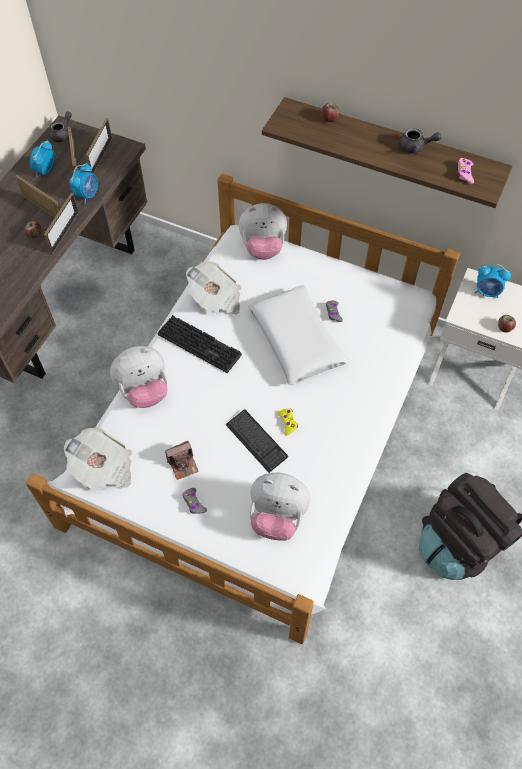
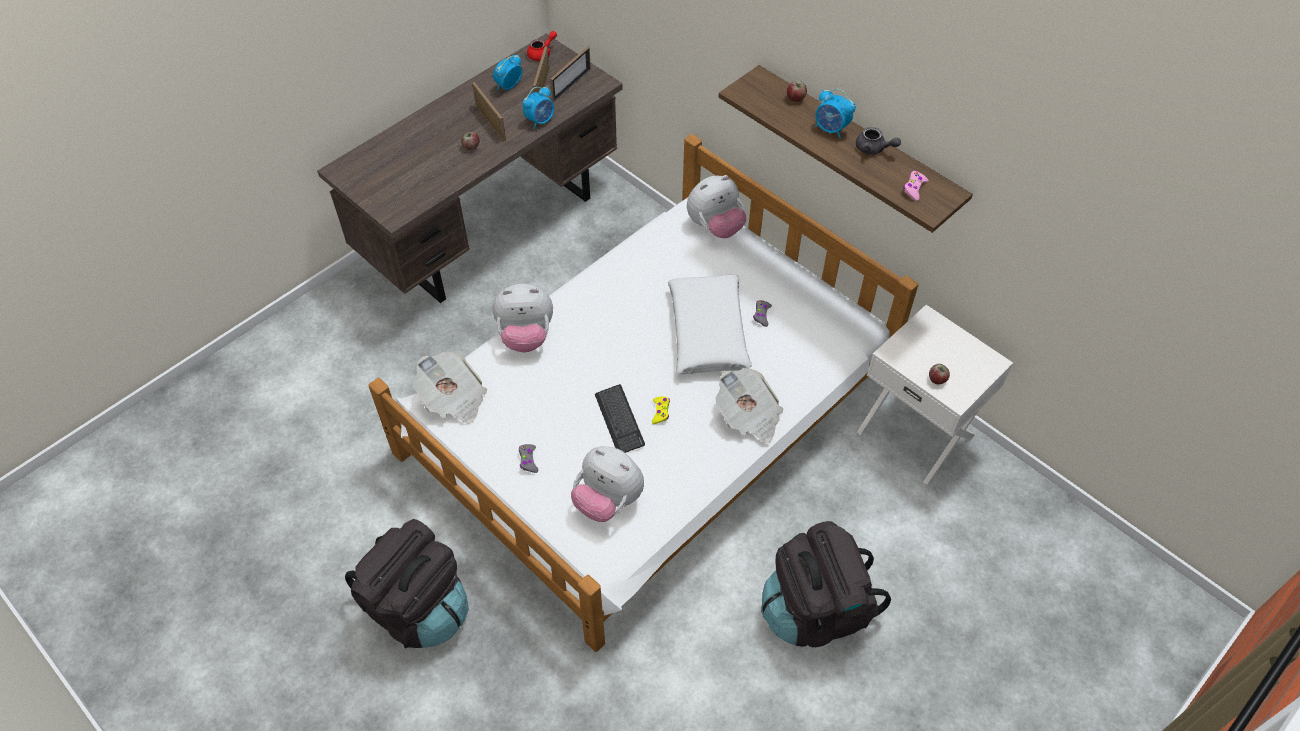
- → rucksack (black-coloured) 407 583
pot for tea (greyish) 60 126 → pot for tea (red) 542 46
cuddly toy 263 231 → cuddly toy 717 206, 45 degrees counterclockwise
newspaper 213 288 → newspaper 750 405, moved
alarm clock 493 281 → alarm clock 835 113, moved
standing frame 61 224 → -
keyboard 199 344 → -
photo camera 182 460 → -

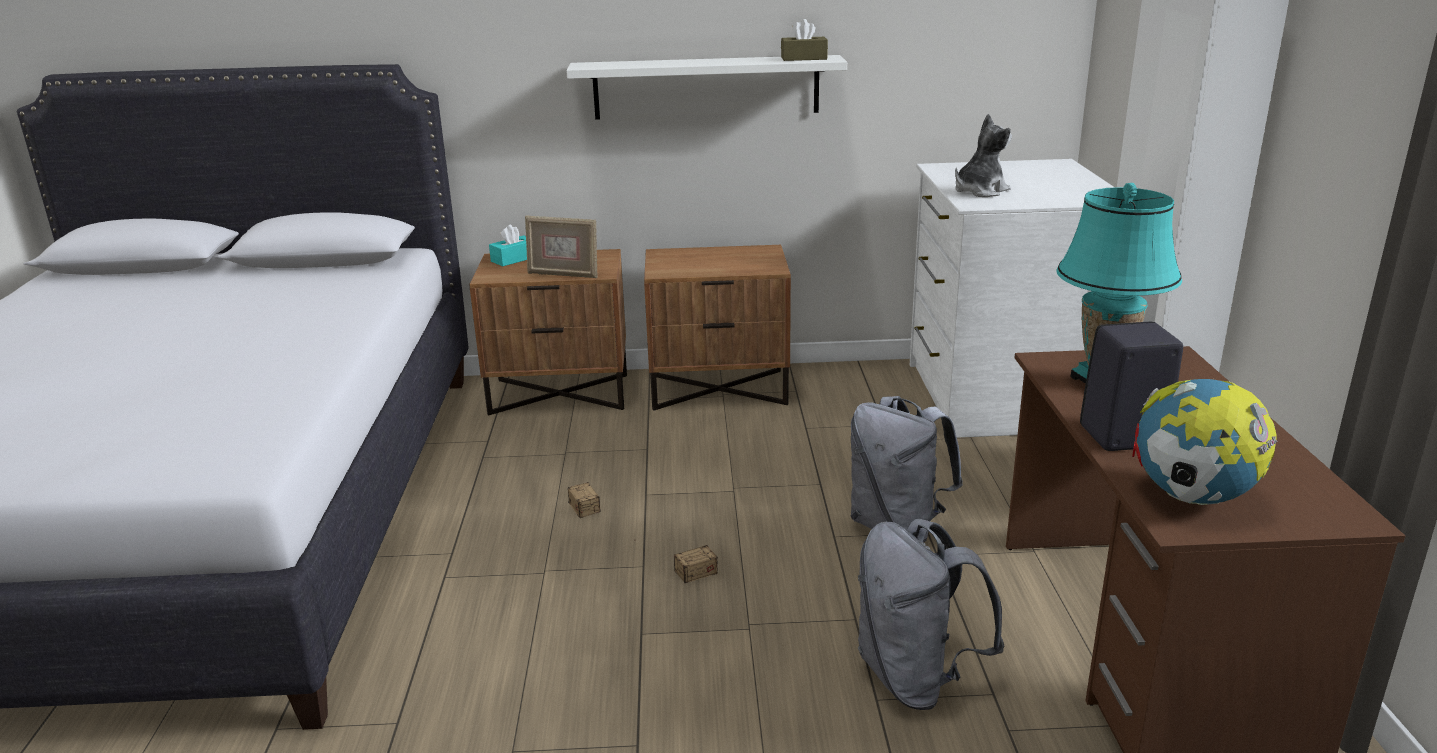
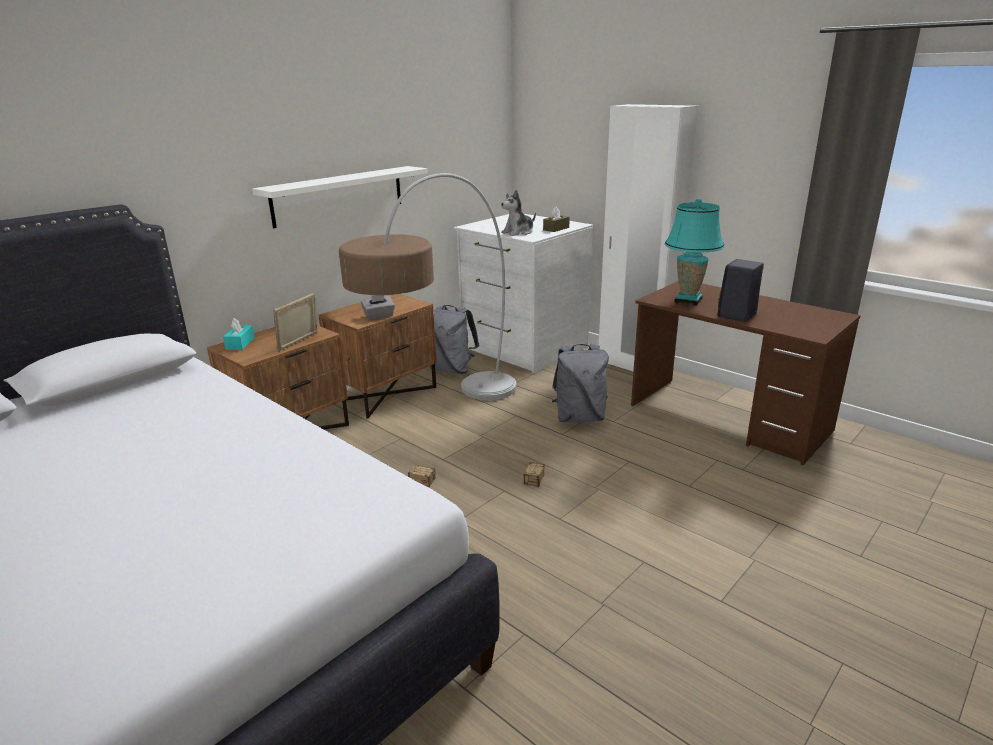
standing frame 561 247 → standing frame 295 322, 150 degrees clockwise
- → standard lamp 427 287
- → tissue holder (greyish) 378 307
rucksack (greyish) 931 614 → rucksack (greyish) 454 339, moved
cuddly toy 983 155 → cuddly toy 518 213, 135 degrees counterclockwise
tissue holder (brownish) 804 40 → tissue holder (brownish) 556 219, moved
world globe 1205 442 → -

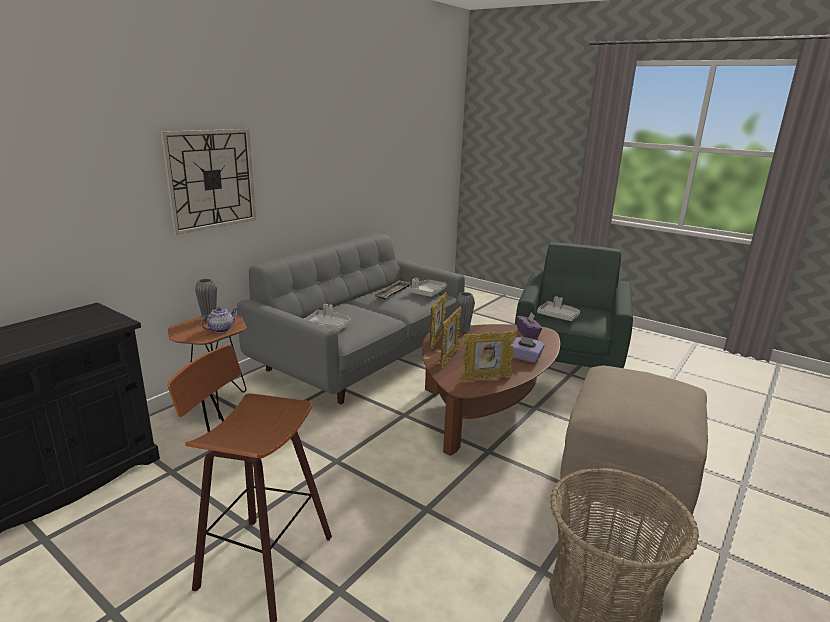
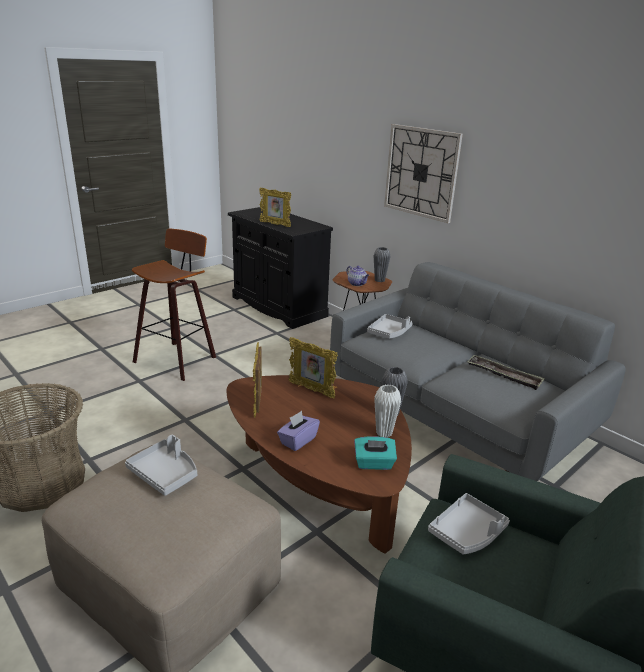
serving tray (greyish) 427 287 → serving tray (greyish) 161 465, moved
standing frame 438 320 → standing frame 275 207, moved
tissue holder (purple-coloured) 529 325 → tissue holder (turquoise-coloured) 375 453
- → decorative vase (white) 387 411

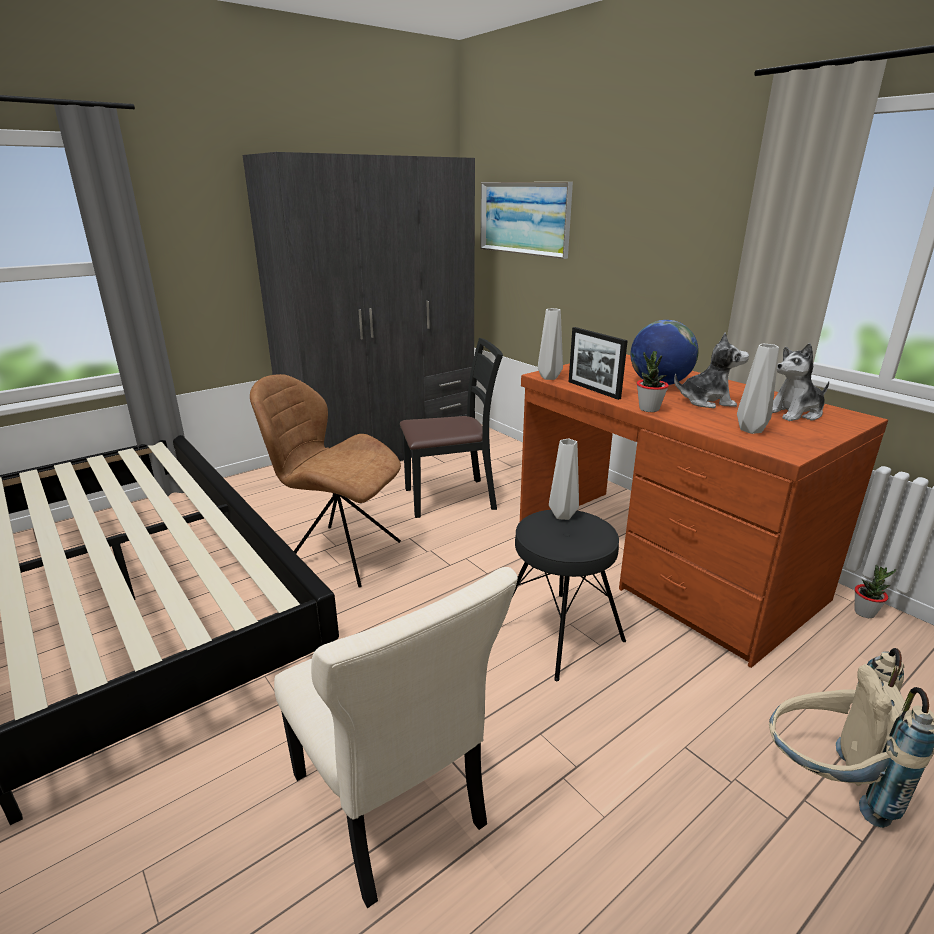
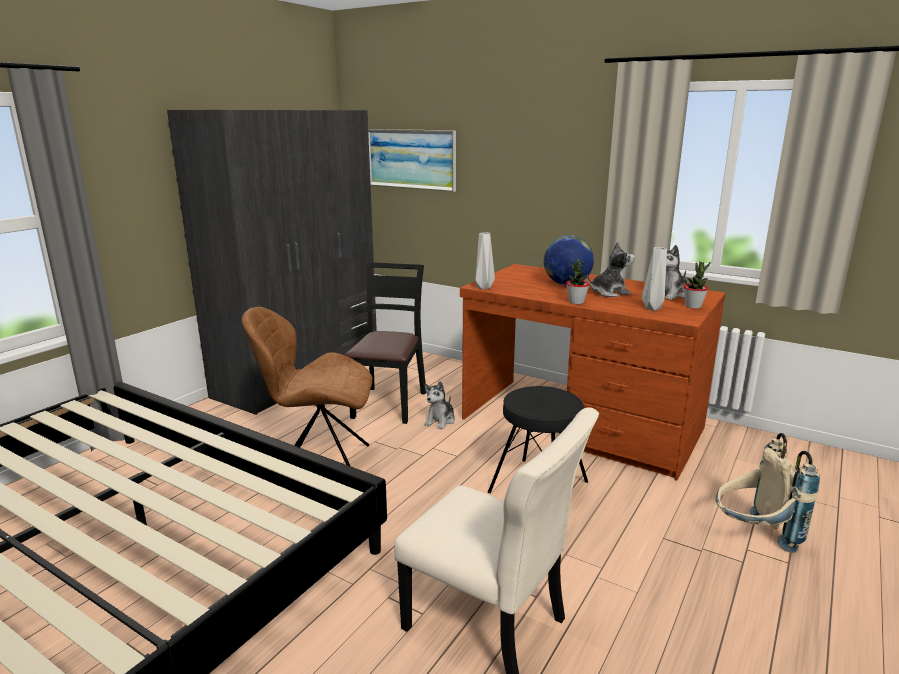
upright chair (black-coloured) 451 428 → upright chair (black-coloured) 385 343, 45 degrees counterclockwise
- → cuddly toy 439 405
plant in a pot 875 591 → plant in a pot 697 285, moved
decorative vase (greyish) 564 479 → -
standing frame 598 363 → -

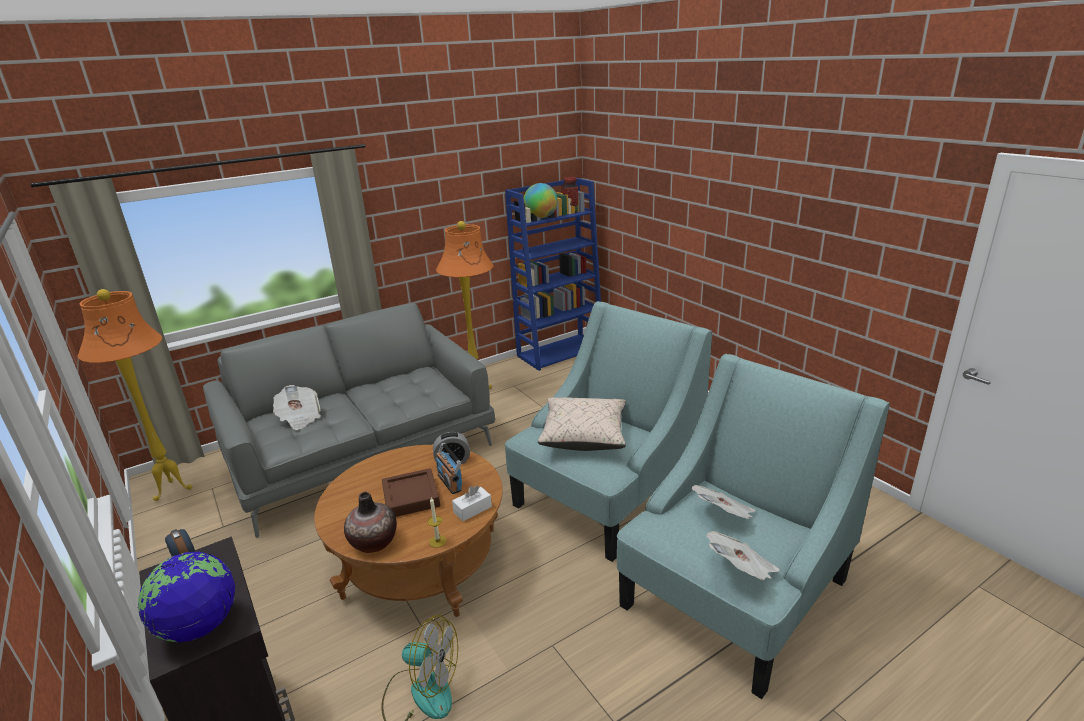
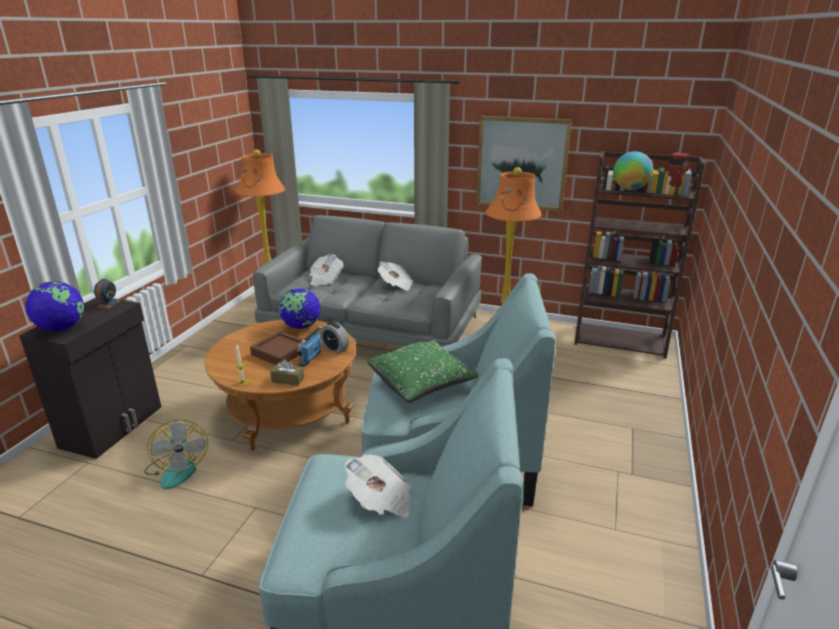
tissue holder (white) 472 503 → tissue holder (brownish) 287 372
- → world globe 299 308
throw pillow (beige-coloured) 582 424 → throw pillow (greenish) 423 371
newspaper 742 555 → newspaper 395 276, moved
- → picture 524 164
shelving unit (bluish) 553 274 → shelving unit (brownish) 639 254
decorative vase 370 522 → -

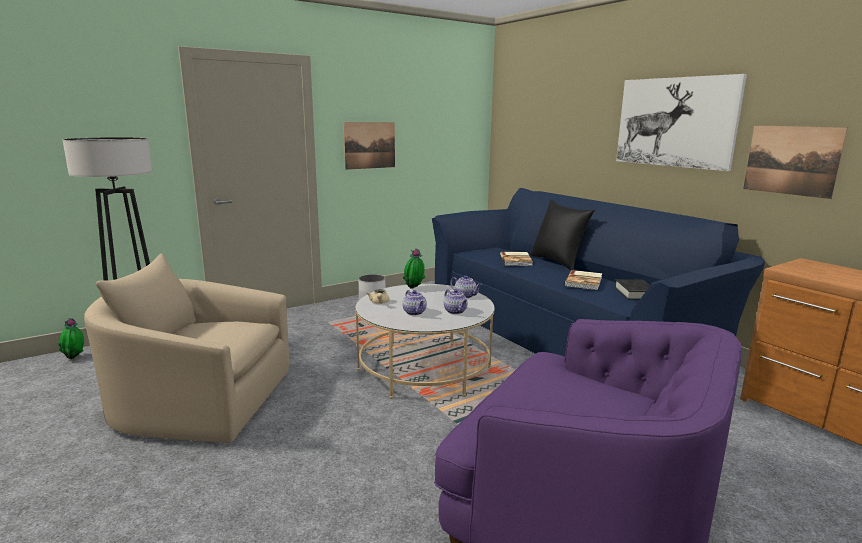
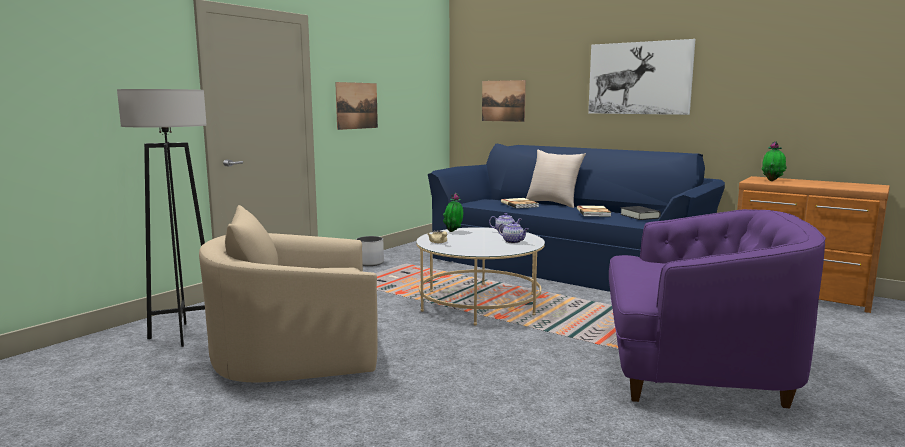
picture 795 162 → picture 504 101, moved
throw pillow (black-coloured) 563 235 → throw pillow (beige-coloured) 556 179
plant in a pot 70 338 → plant in a pot 774 161, moved
pot for tea 414 302 → -

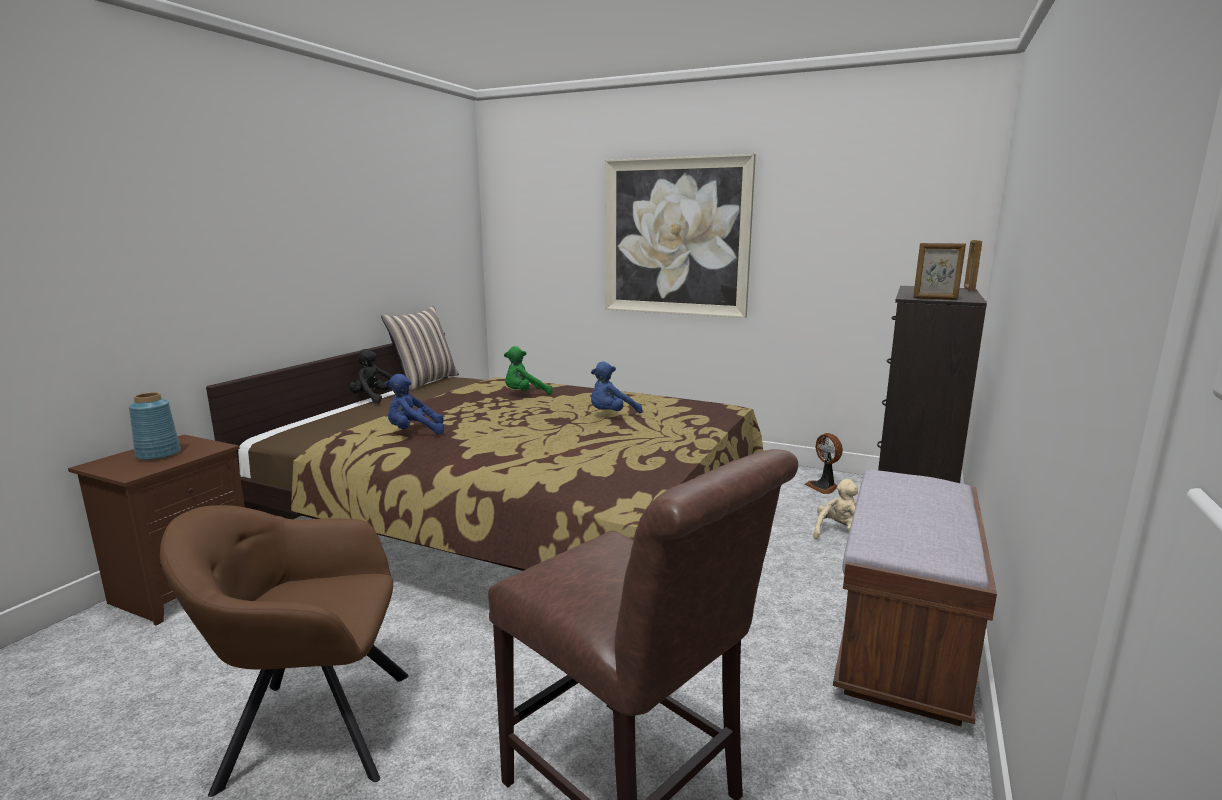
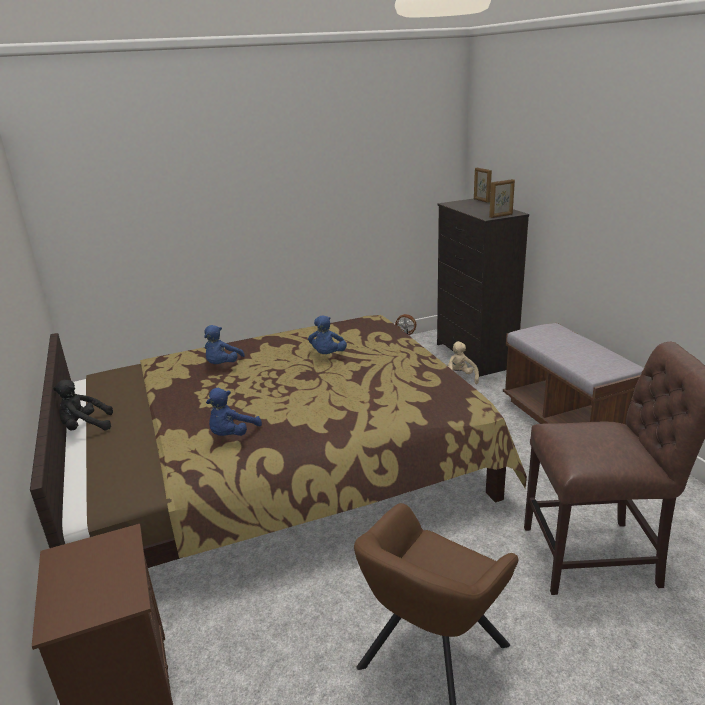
cuddly toy (greenish) 528 370 → cuddly toy (bluish) 224 344
decorative vase (bluish) 155 426 → -
throw pillow 420 348 → -
picture 680 236 → -

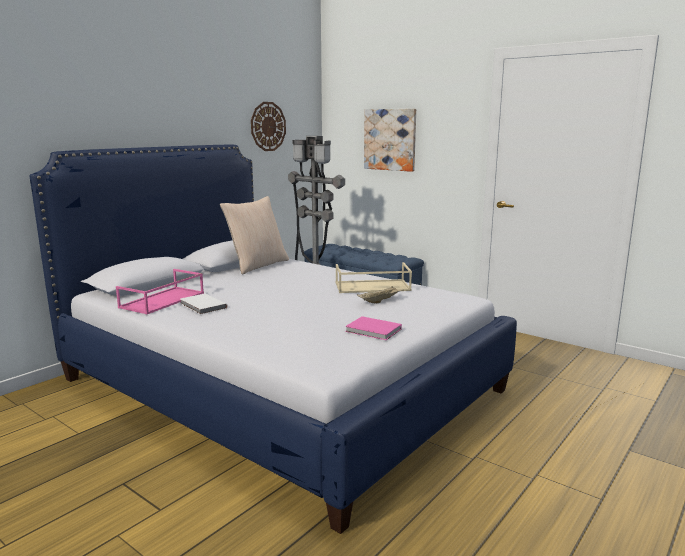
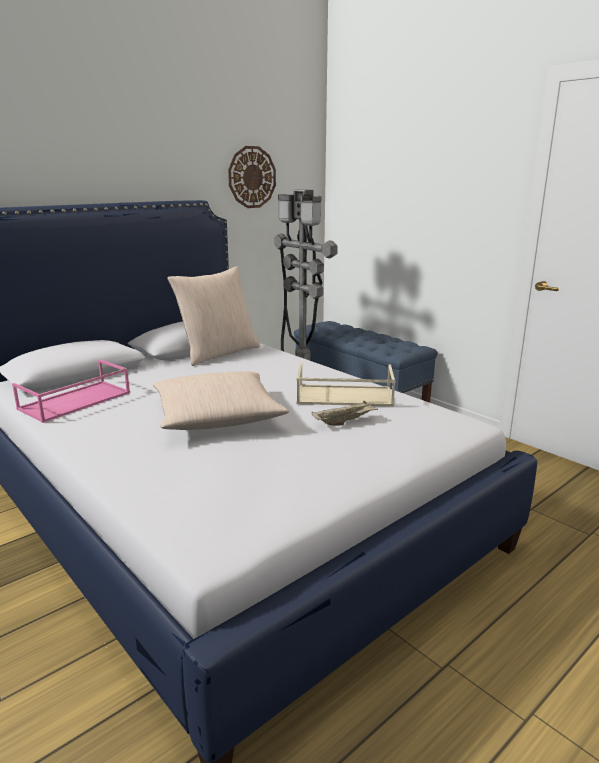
- → throw pillow (beige-coloured) 221 400
bound book (white) 204 304 → -
bound book (pink-coloured) 373 328 → -
picture 390 140 → -

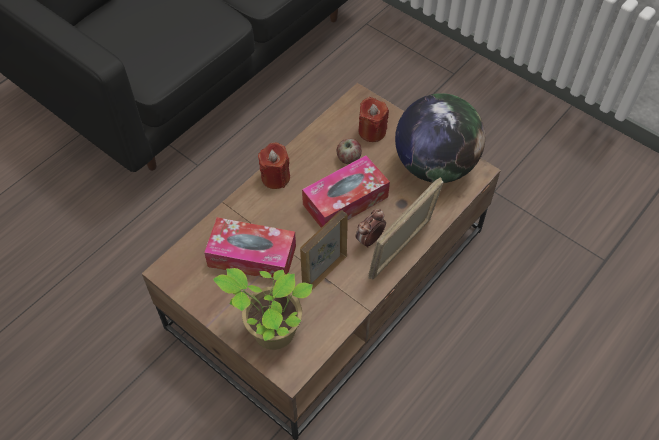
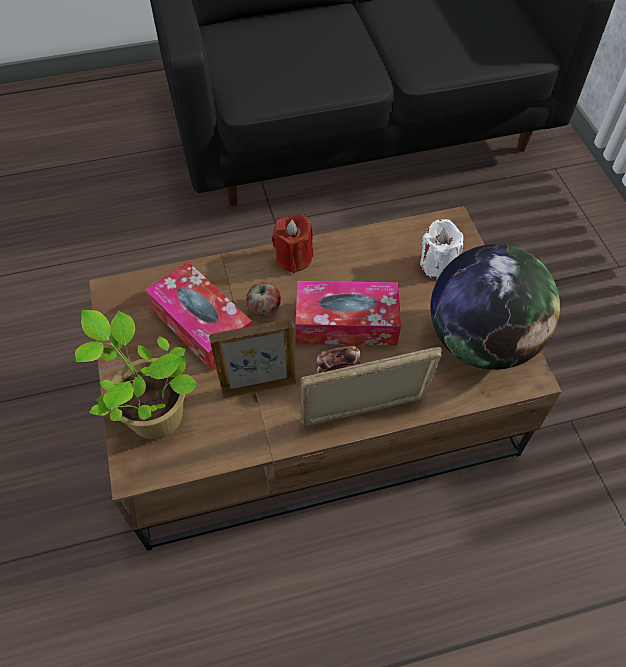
apple 349 151 → apple 263 299, moved
candle (red) 373 119 → candle (white) 441 249

